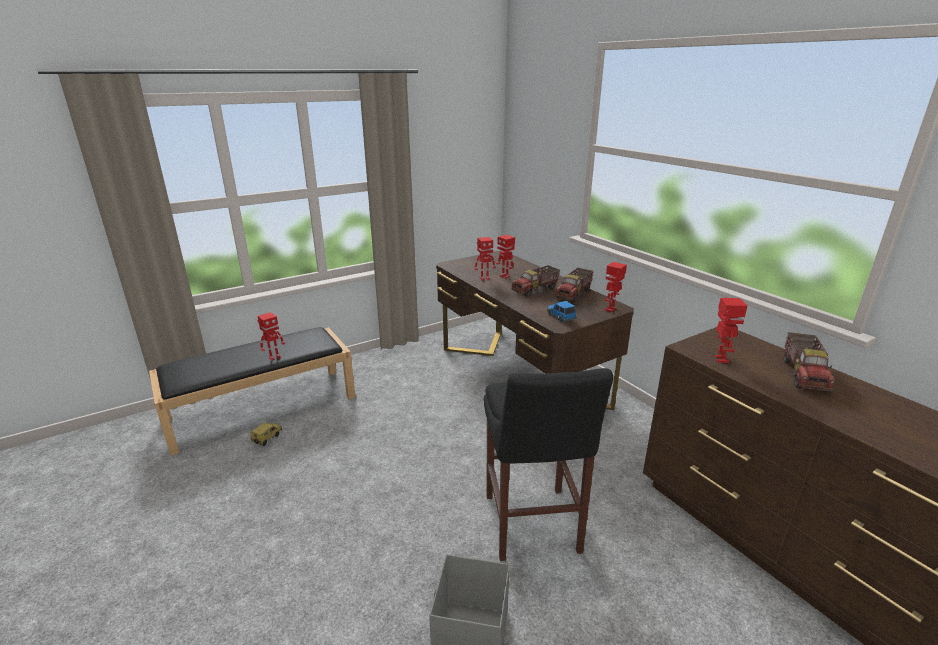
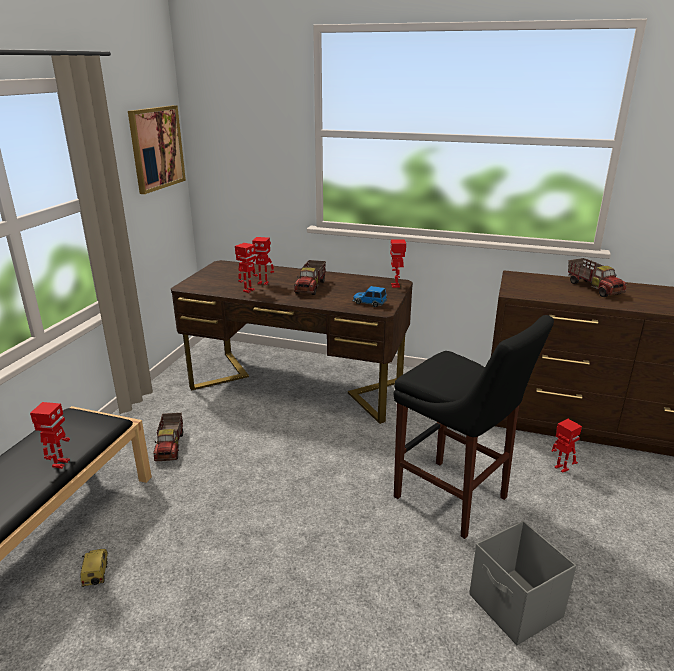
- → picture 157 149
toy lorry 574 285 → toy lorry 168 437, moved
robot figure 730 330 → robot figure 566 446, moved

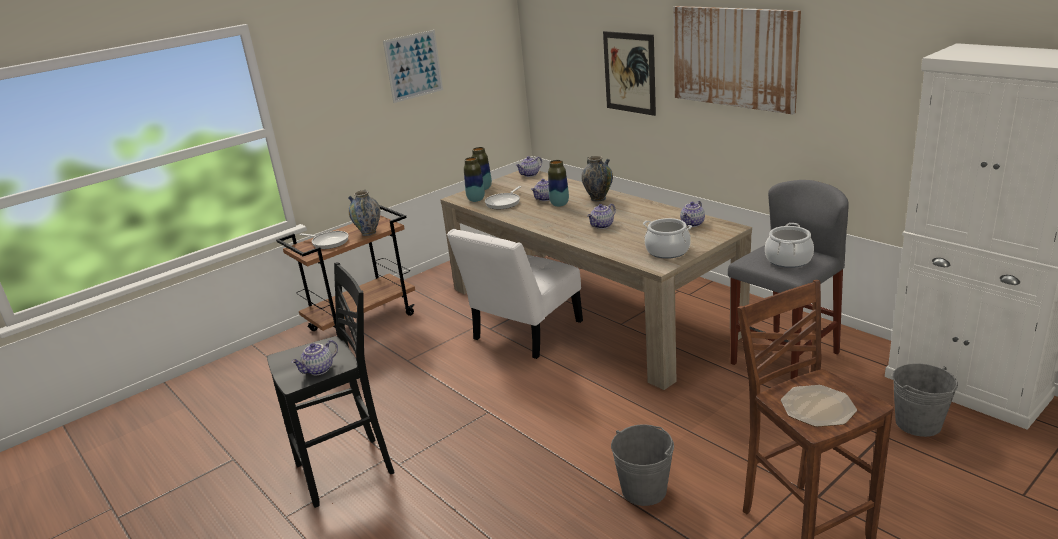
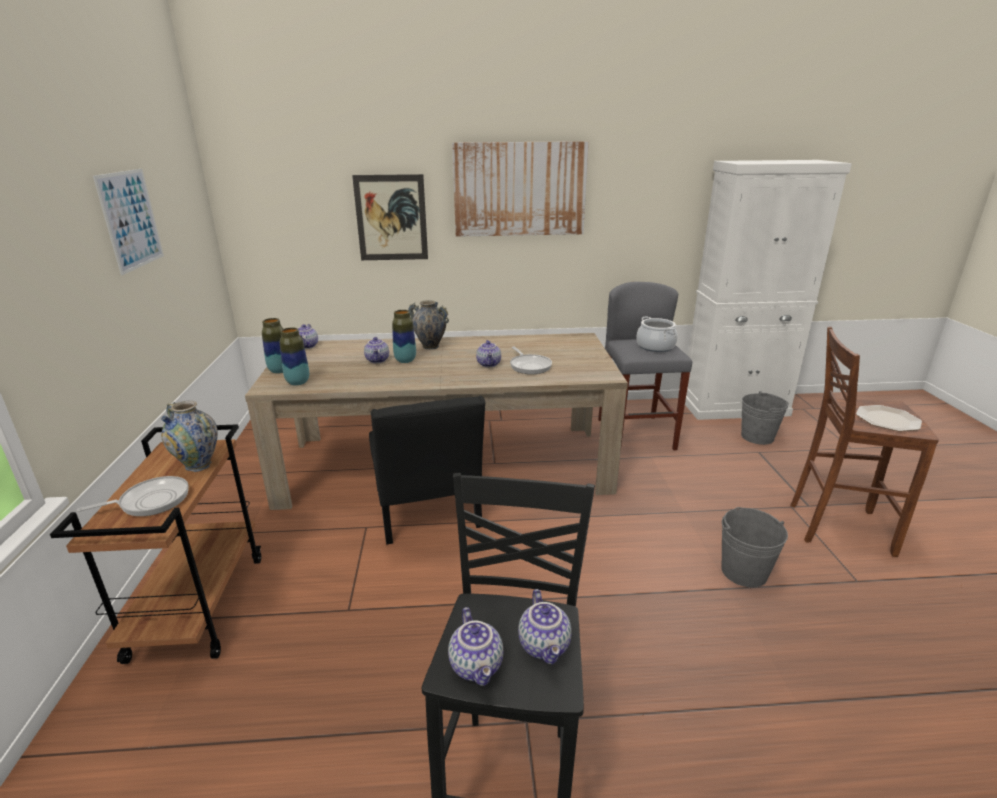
upright chair (white) 515 294 → upright chair (black-coloured) 427 470
pot for tea 692 214 → pot for tea 475 646, moved
skillet 503 197 → skillet 531 360, moved
cooking pot 667 238 → -

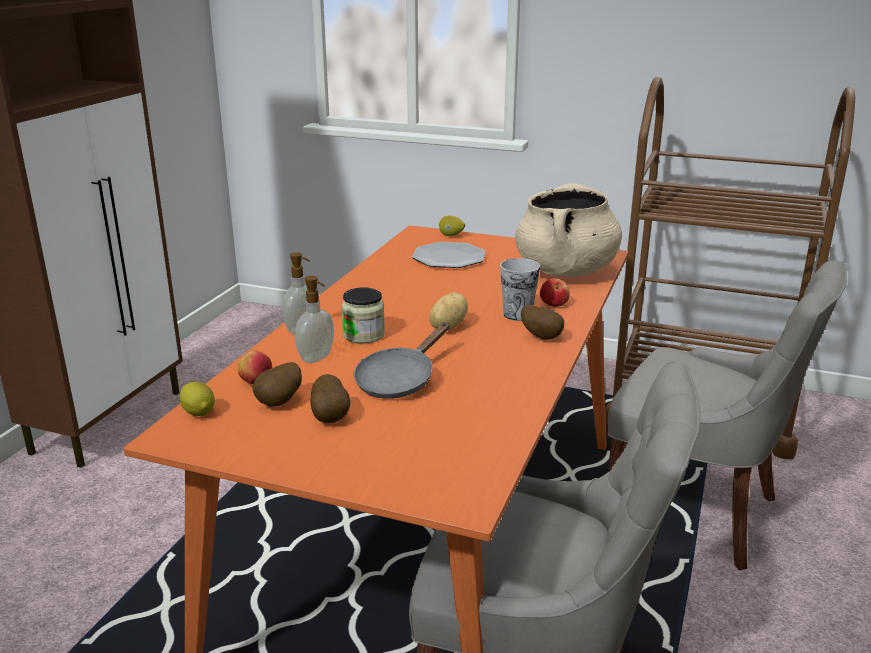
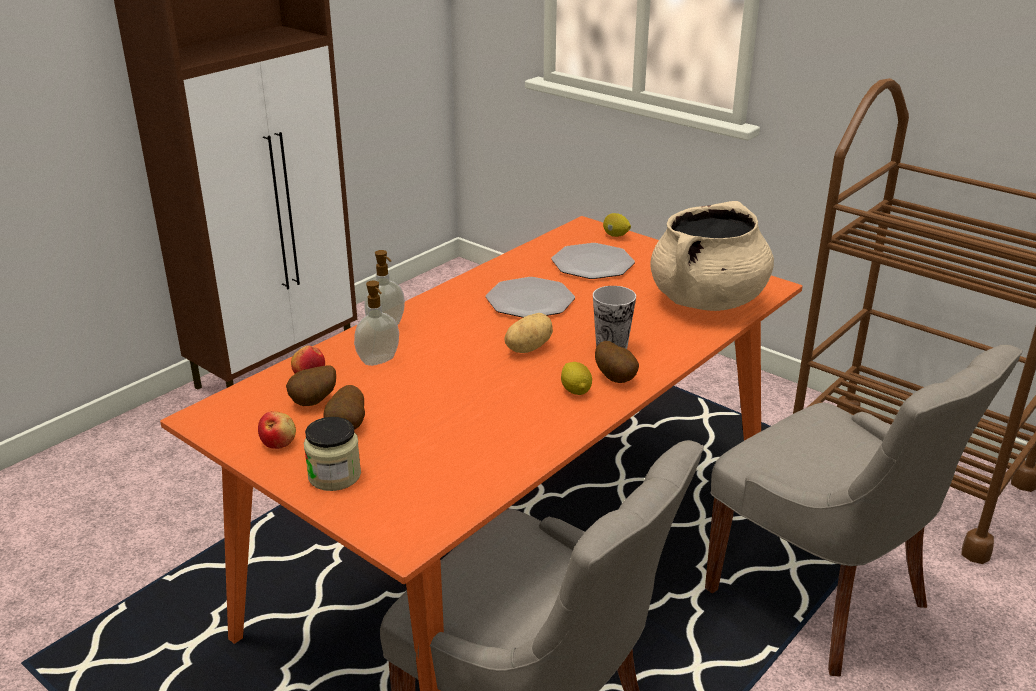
apple 555 292 → apple 277 430, moved
jar 363 315 → jar 332 454, moved
- → plate 530 297
whole lemon 197 399 → whole lemon 576 378, moved
skillet (greyish) 402 361 → -

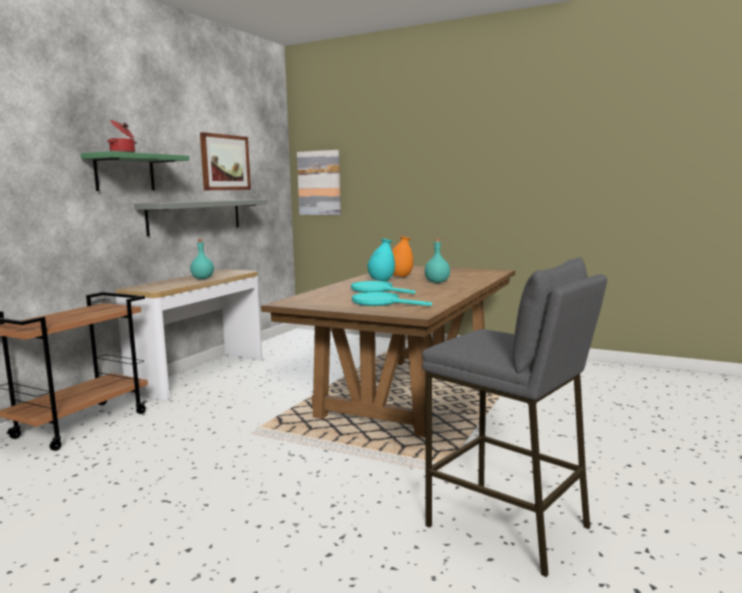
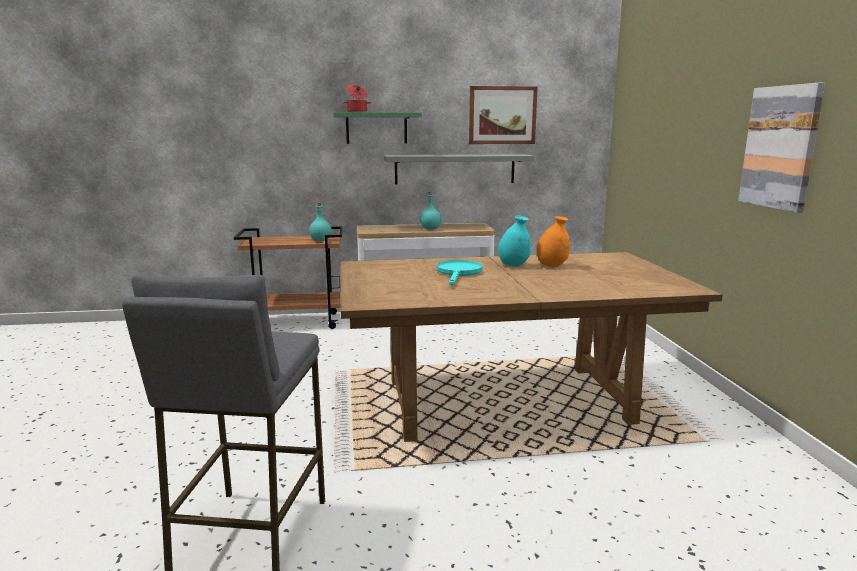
bottle (turquoise-coloured) 437 261 → bottle (turquoise-coloured) 320 222, moved
picture 319 182 → picture 781 148, moved
skillet (turquoise-coloured) 392 299 → -

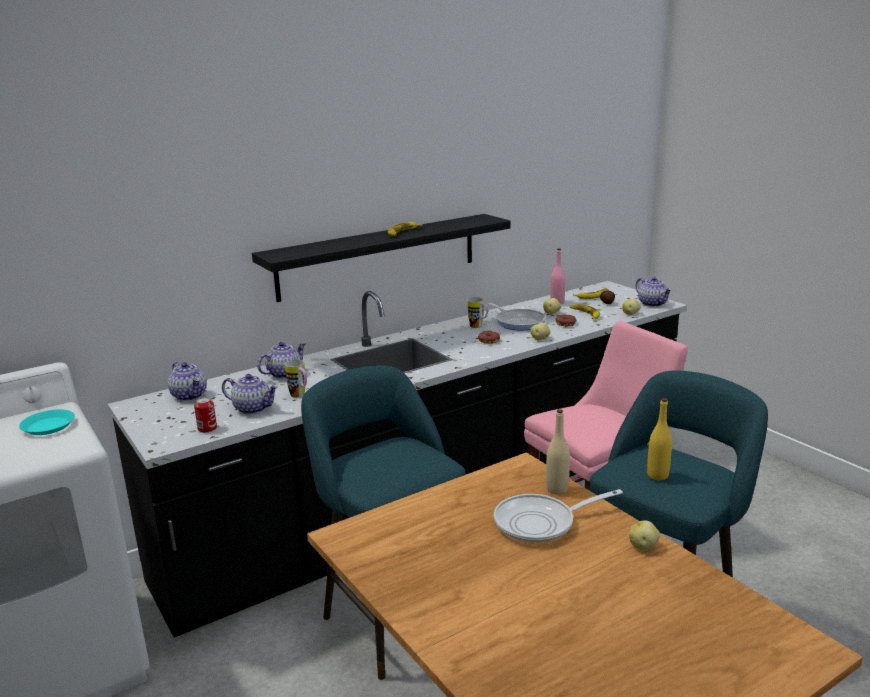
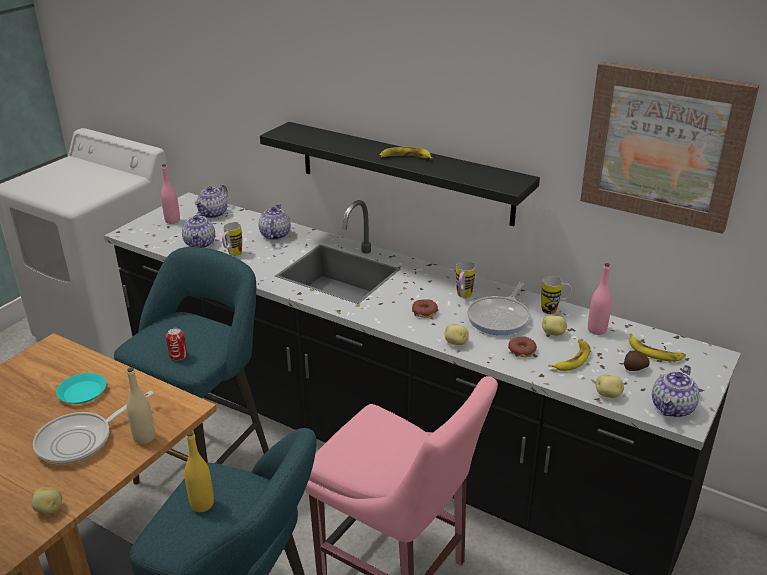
skillet 558 516 → skillet 93 428, 90 degrees counterclockwise
plate (turquoise-coloured) 47 422 → plate (turquoise-coloured) 81 388, moved
- → bottle (pink-coloured) 170 194
can 205 415 → can 176 344, moved
pot for tea 282 360 → pot for tea 274 221, 105 degrees counterclockwise
- → tea mug 556 295
- → picture 669 147

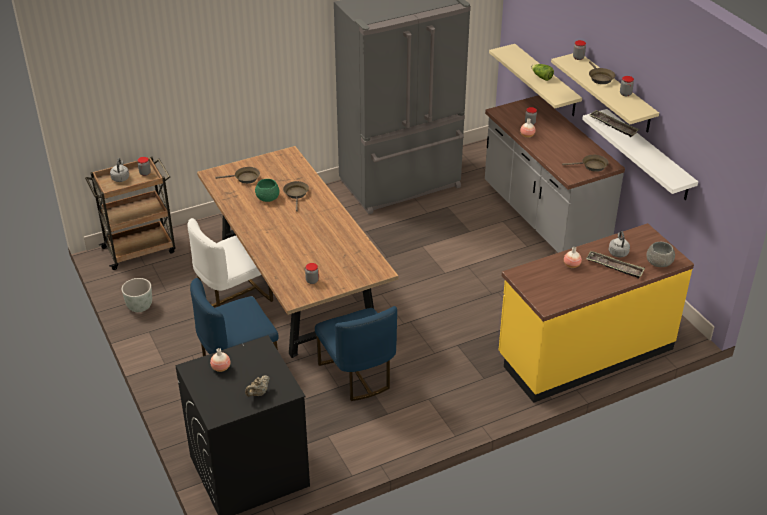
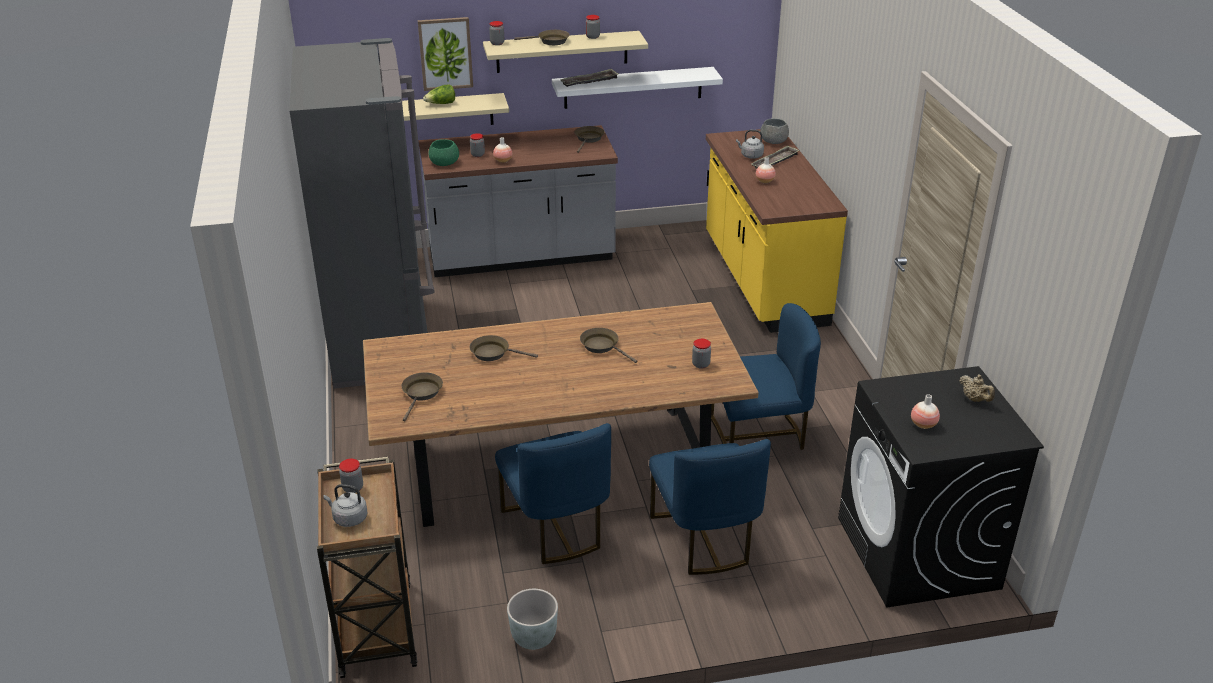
- → picture 445 54
serving bowl (greenish) 267 190 → serving bowl (greenish) 443 152, moved
upright chair (white) 230 262 → upright chair (bluish) 553 493
- → skillet (brownish) 608 345

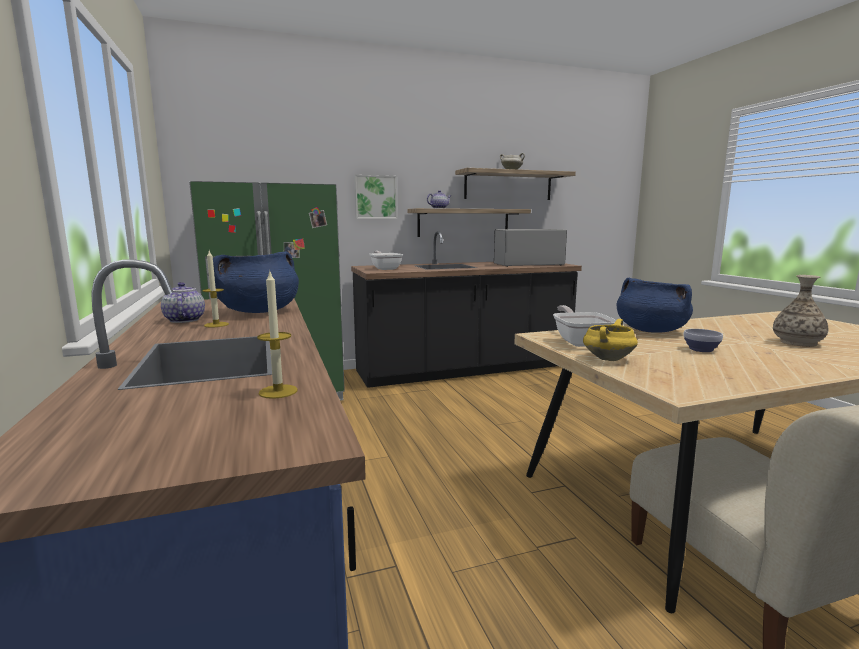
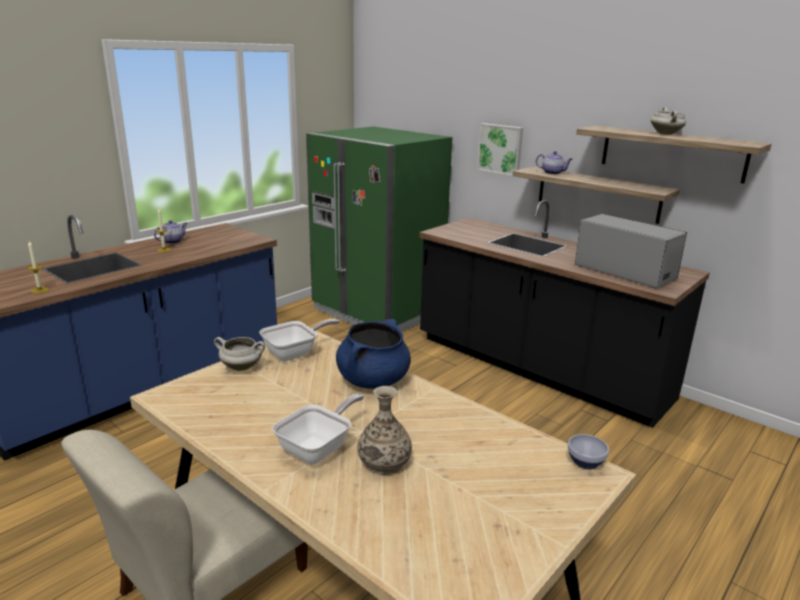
cooking pot (yellow) 610 340 → cooking pot (white) 239 354
skillet 386 260 → skillet 318 429, moved
serving bowl 703 340 → serving bowl 588 451, moved
cooking pot (bluish) 256 282 → -

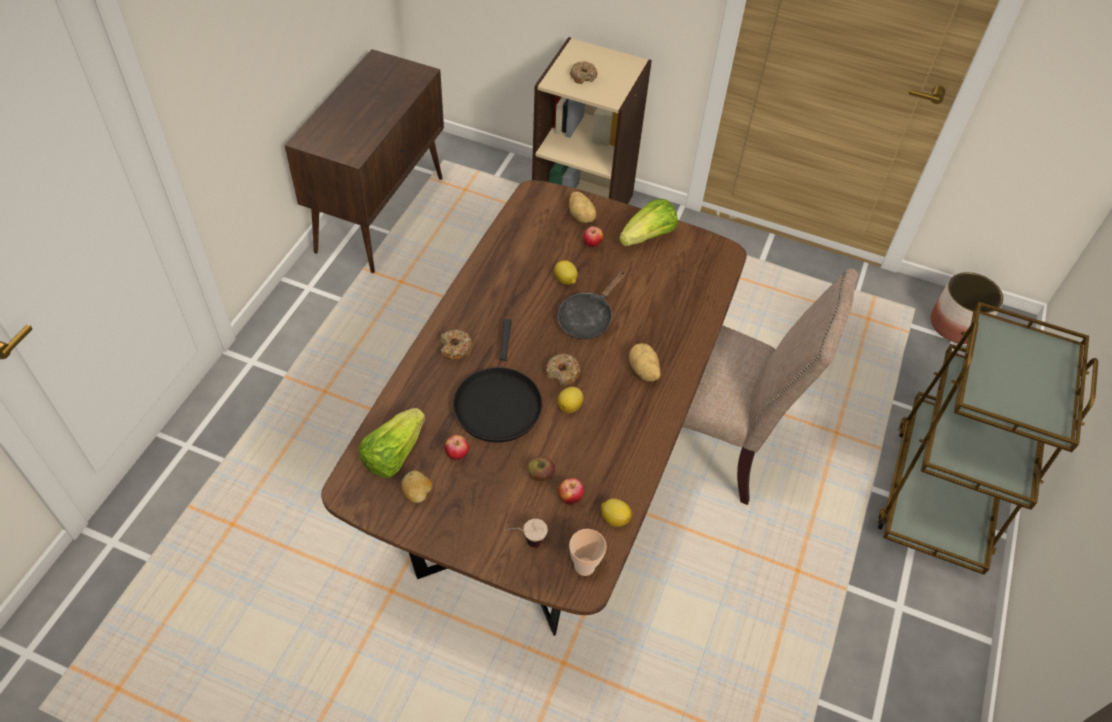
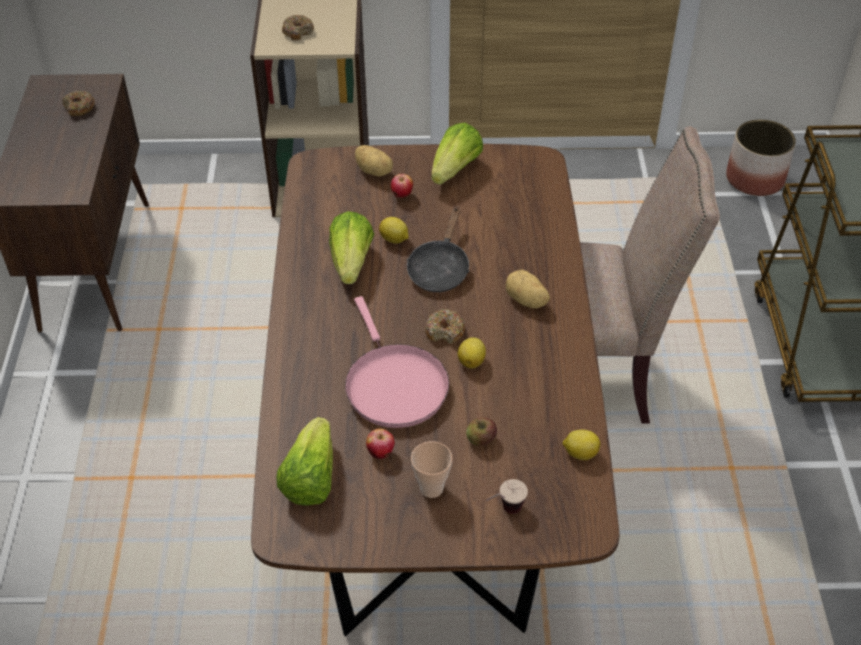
donut 456 345 → donut 78 103, moved
- → lettuce head 351 247
skillet (black-coloured) 497 380 → skillet (pink-coloured) 397 362
drinking cup 588 552 → drinking cup 431 469, moved
spud 416 487 → -
apple 571 491 → -

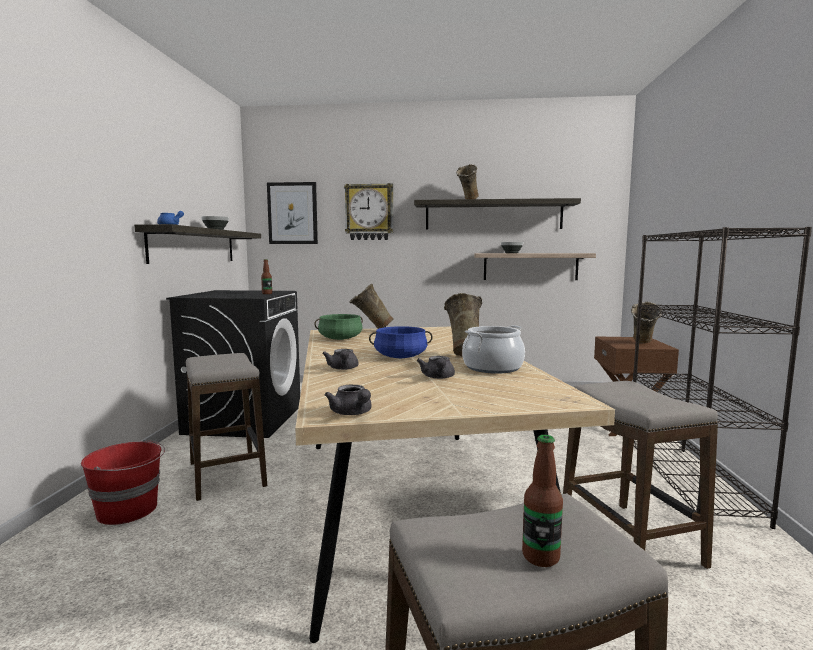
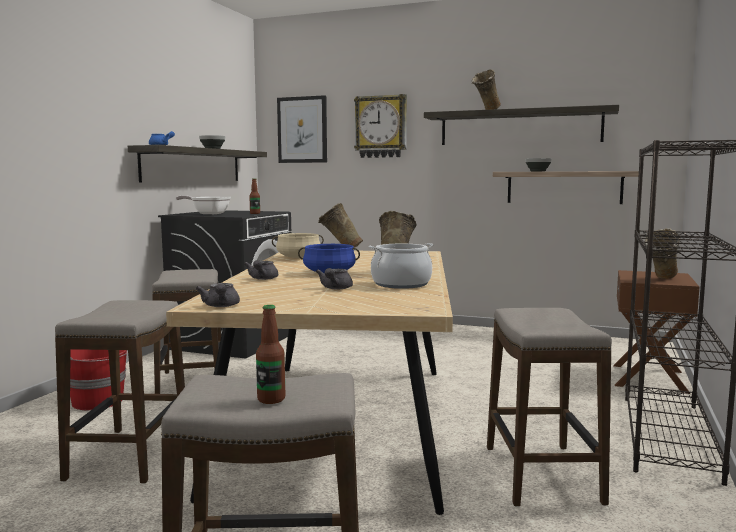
- → sitting stool 120 392
- → skillet 203 204
cooking pot (greenish) 338 327 → cooking pot (beige-coloured) 298 245

